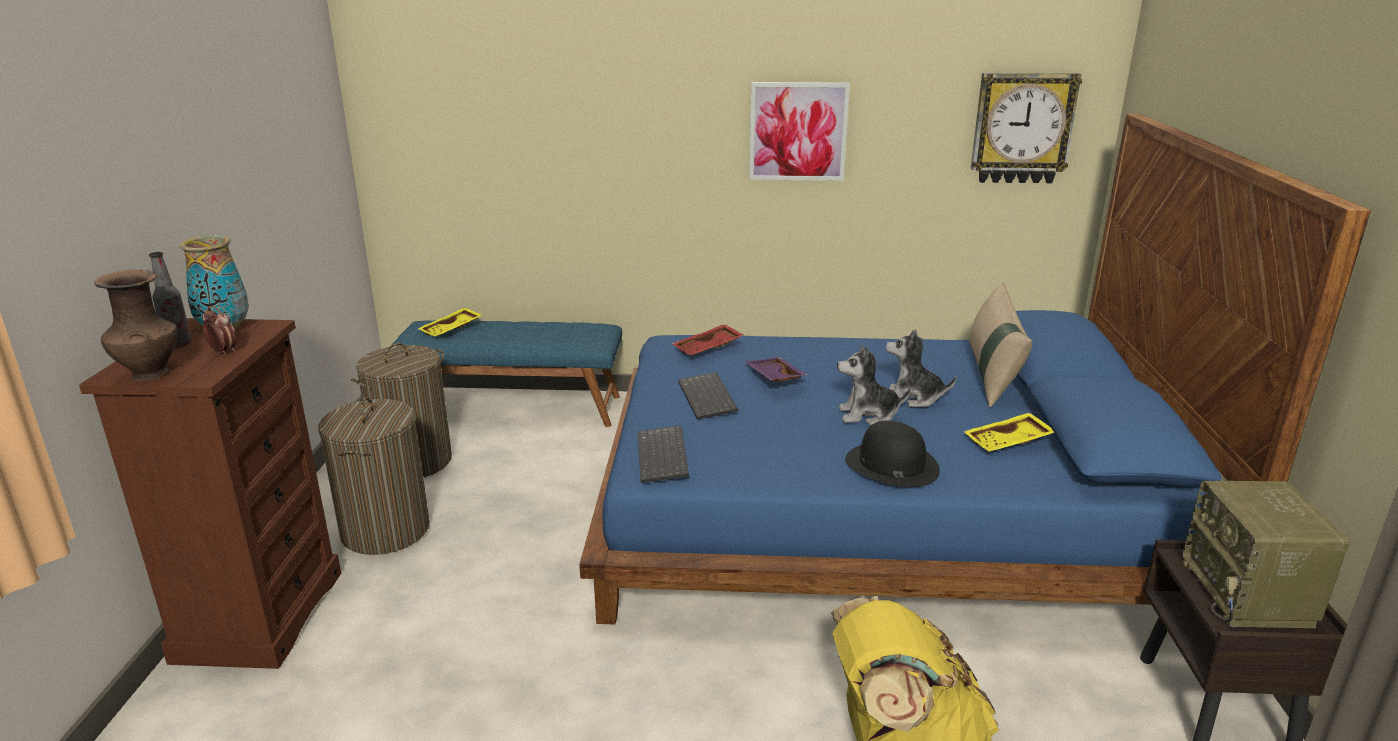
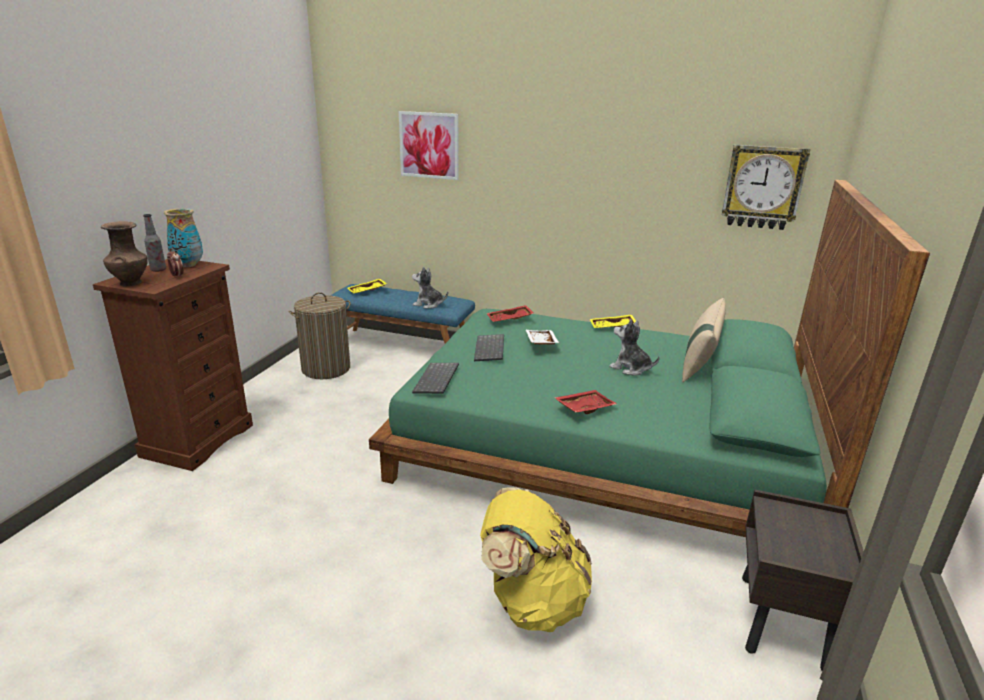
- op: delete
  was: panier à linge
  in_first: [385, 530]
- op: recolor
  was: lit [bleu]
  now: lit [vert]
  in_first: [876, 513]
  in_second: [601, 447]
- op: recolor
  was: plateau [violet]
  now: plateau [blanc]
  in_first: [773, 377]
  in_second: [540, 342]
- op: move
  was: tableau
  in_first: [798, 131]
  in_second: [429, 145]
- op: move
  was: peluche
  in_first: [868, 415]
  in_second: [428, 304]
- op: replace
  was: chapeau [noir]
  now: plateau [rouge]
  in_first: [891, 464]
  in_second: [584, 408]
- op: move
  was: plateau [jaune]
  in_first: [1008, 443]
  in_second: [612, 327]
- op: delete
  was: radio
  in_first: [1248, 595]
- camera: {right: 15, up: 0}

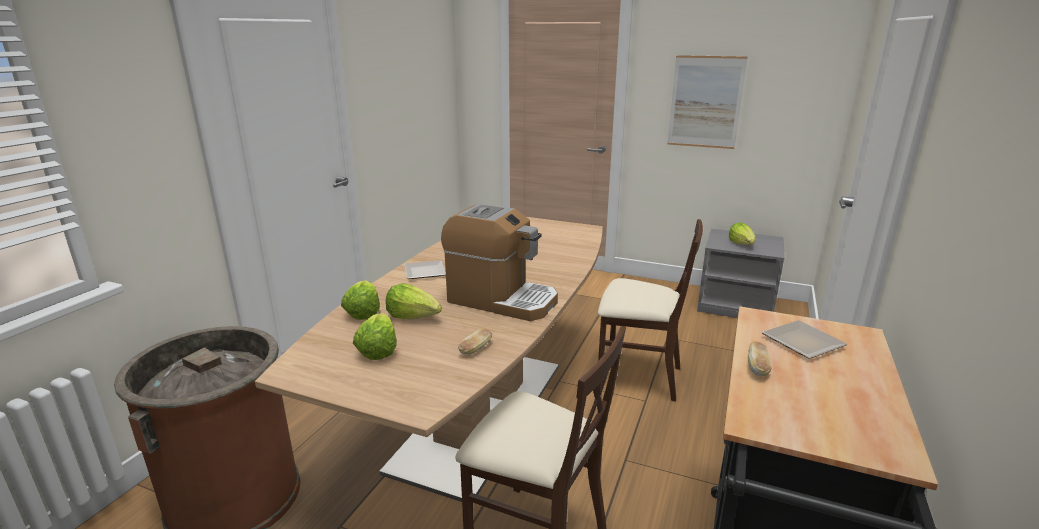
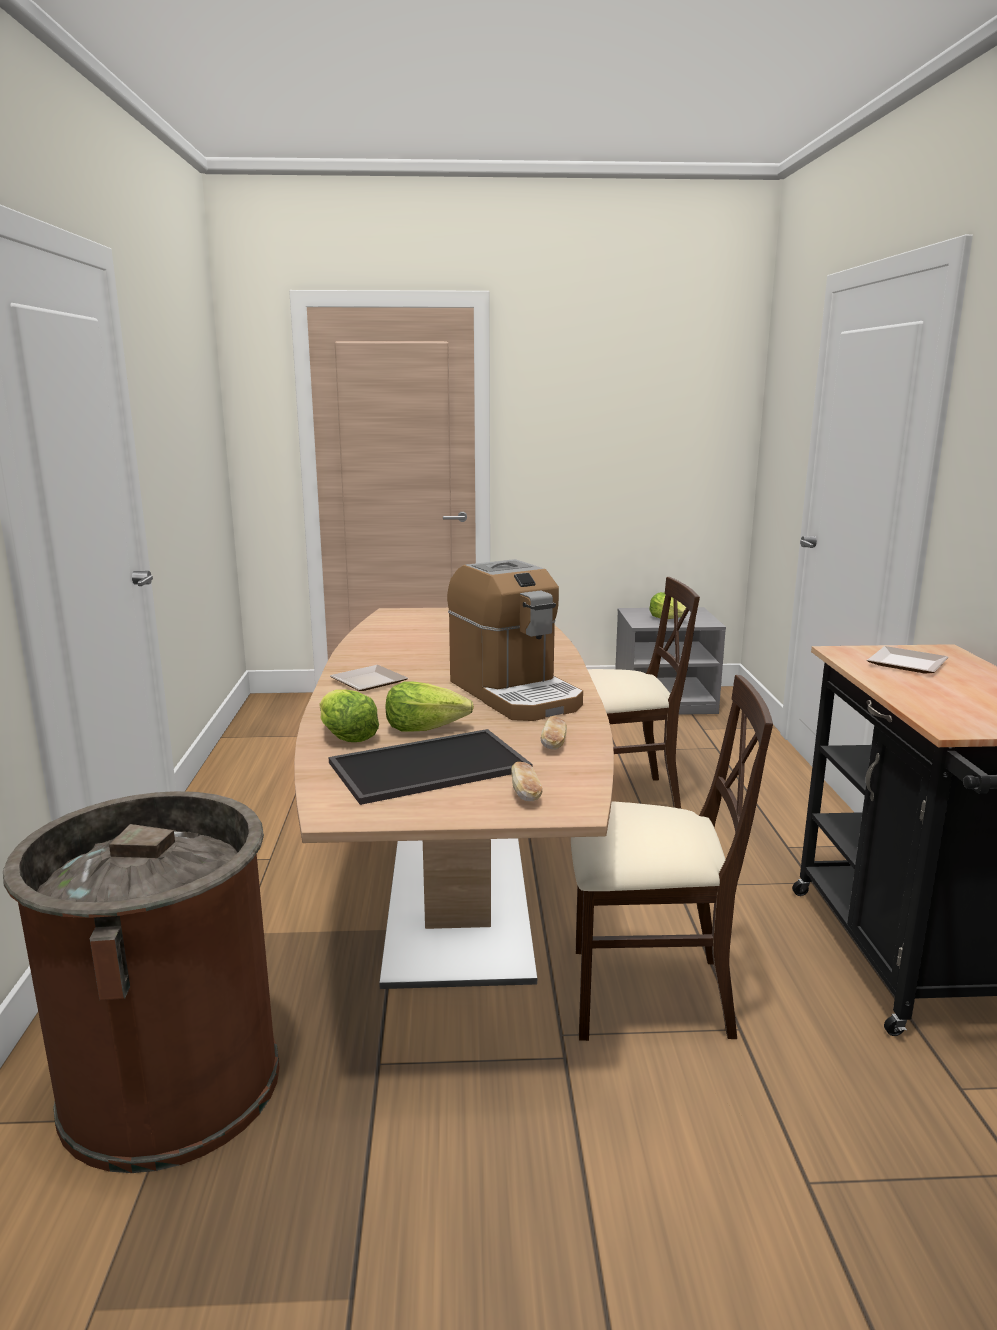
- op: replace
  was: laitue
  now: plateau
  in_first: [377, 349]
  in_second: [428, 768]
- op: rotate
  was: machine à café
  in_first: [501, 300]
  in_second: [514, 693]
  clockwise: 60
- op: delete
  was: tableau
  in_first: [705, 102]
- op: move
  was: pain
  in_first: [757, 368]
  in_second: [526, 794]
- camera: {right: -25, up: -5}

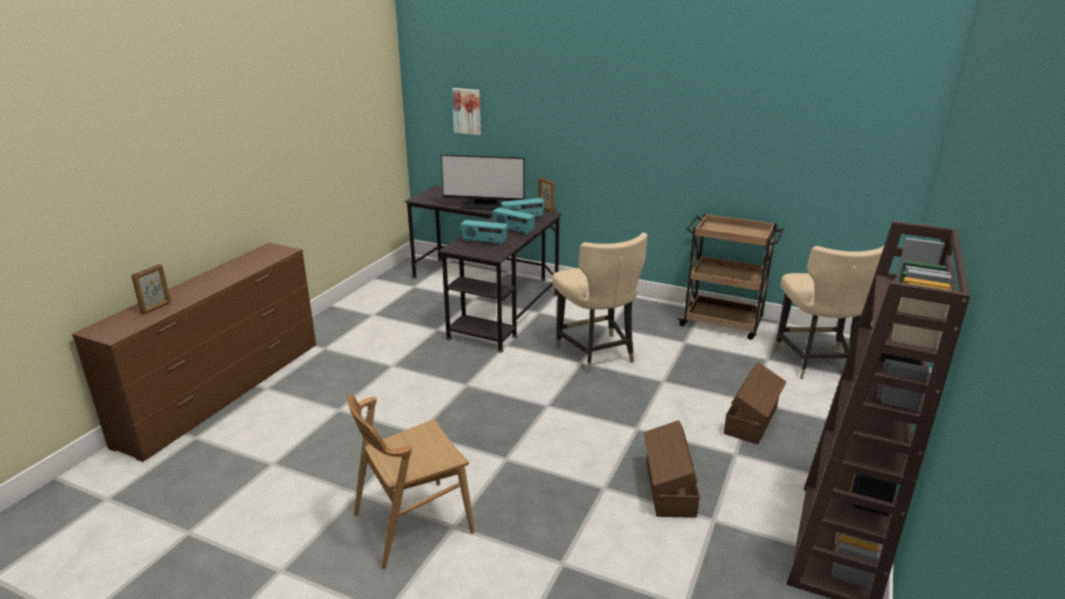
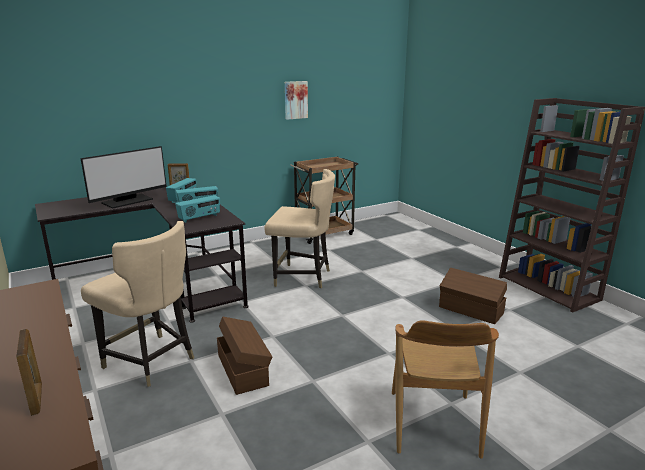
- op: move
  was: tableau
  in_first: [467, 111]
  in_second: [295, 100]
- op: move
  was: boîte de rangement [marron]
  in_first: [752, 420]
  in_second: [243, 369]
- op: move
  was: chaise [beige]
  in_first: [815, 363]
  in_second: [150, 361]
- camera: {right: -55, up: -5}

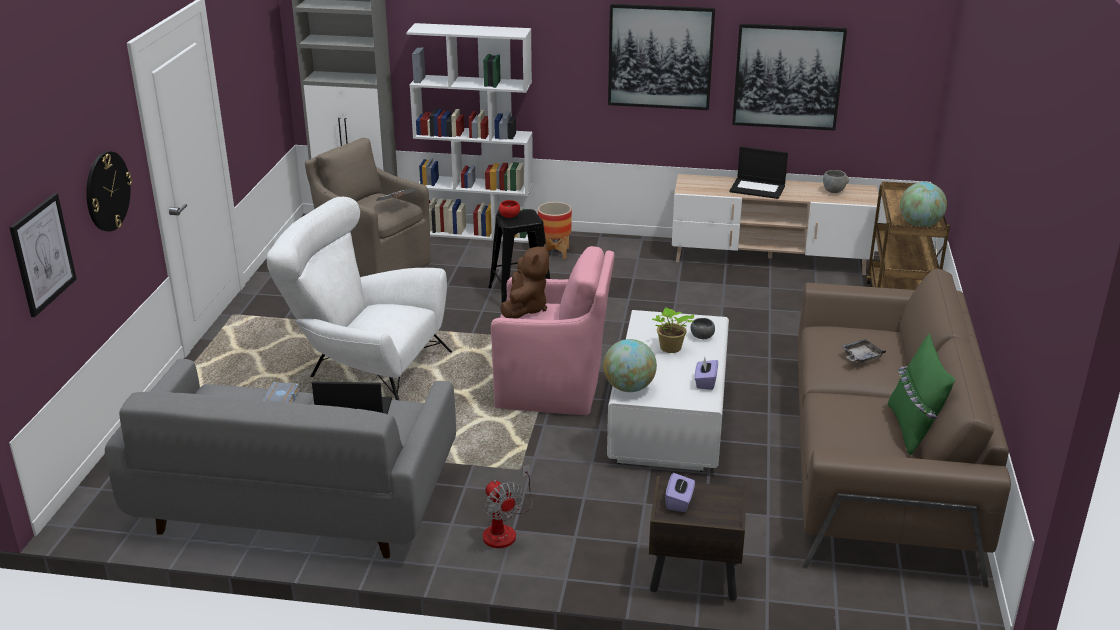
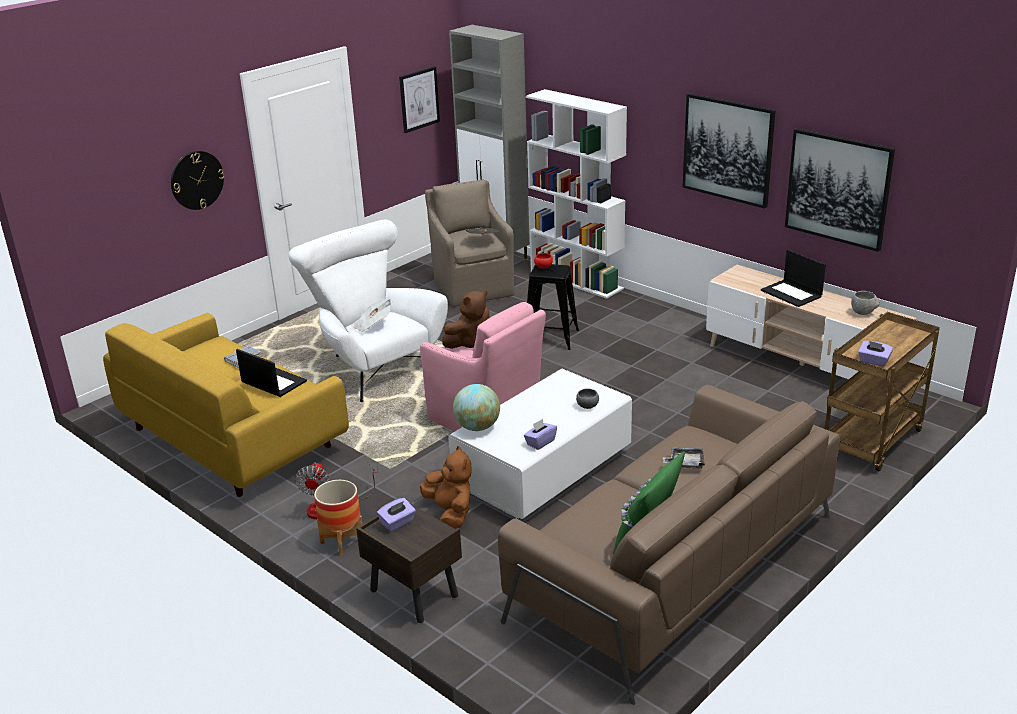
- op: move
  was: tableau
  in_first: [42, 254]
  in_second: [419, 99]
- op: recolor
  was: canapé [gris]
  now: canapé [jaune]
  in_first: [296, 500]
  in_second: [232, 437]
- op: move
  was: cache-pot
  in_first: [554, 252]
  in_second: [342, 541]
- op: delete
  was: plante en pot
  in_first: [670, 349]
- op: replace
  was: globe
  now: boîte à mouchoirs [violet]
  in_first: [920, 225]
  in_second: [873, 361]
- op: insert
  now: journal
  in_second: [373, 325]
- op: insert
  now: peluche [marron]
  in_second: [450, 513]
- camera: {right: 35, up: 0}

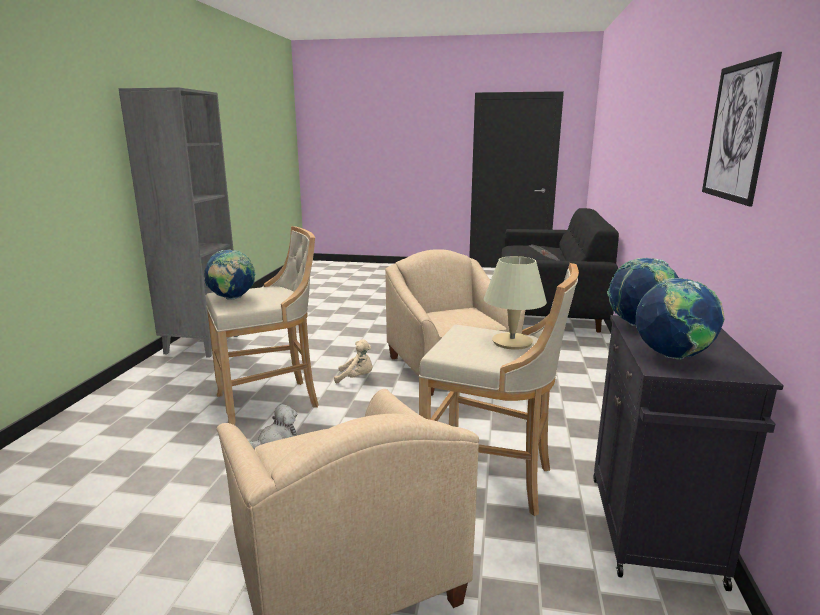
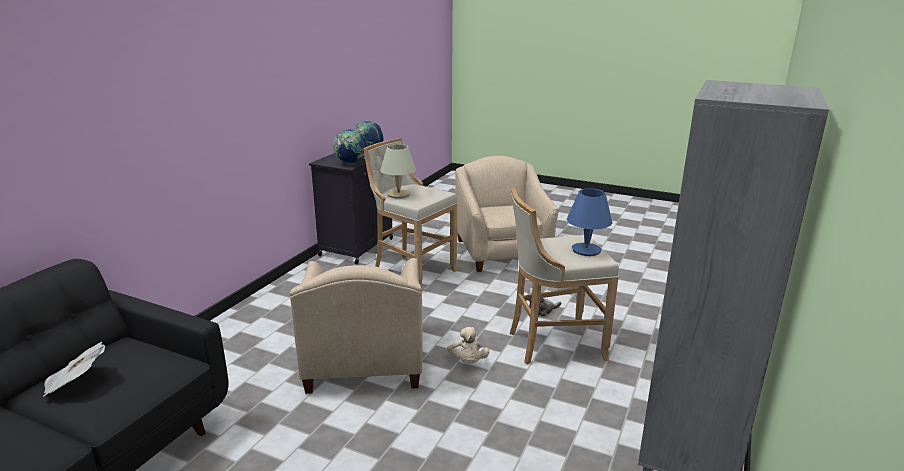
- op: replace
  was: globe
  now: lampe de table [bleu]
  in_first: [232, 299]
  in_second: [586, 250]
- op: rotate
  was: peluche [beige]
  in_first: [356, 378]
  in_second: [467, 362]
  clockwise: -120
- op: delete
  was: tableau
  in_first: [737, 132]
- camera: {right: -165, up: 5}

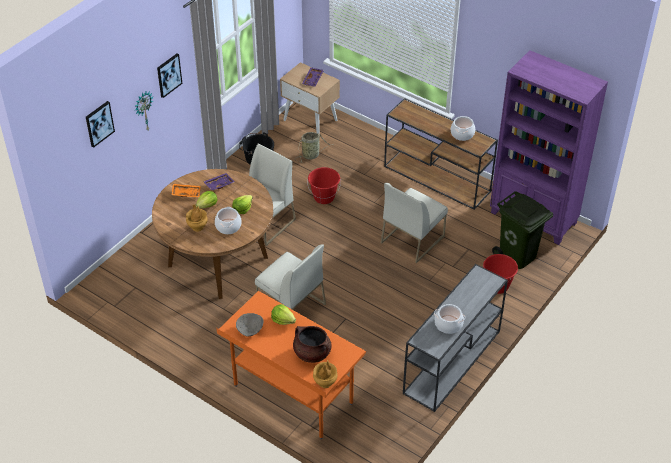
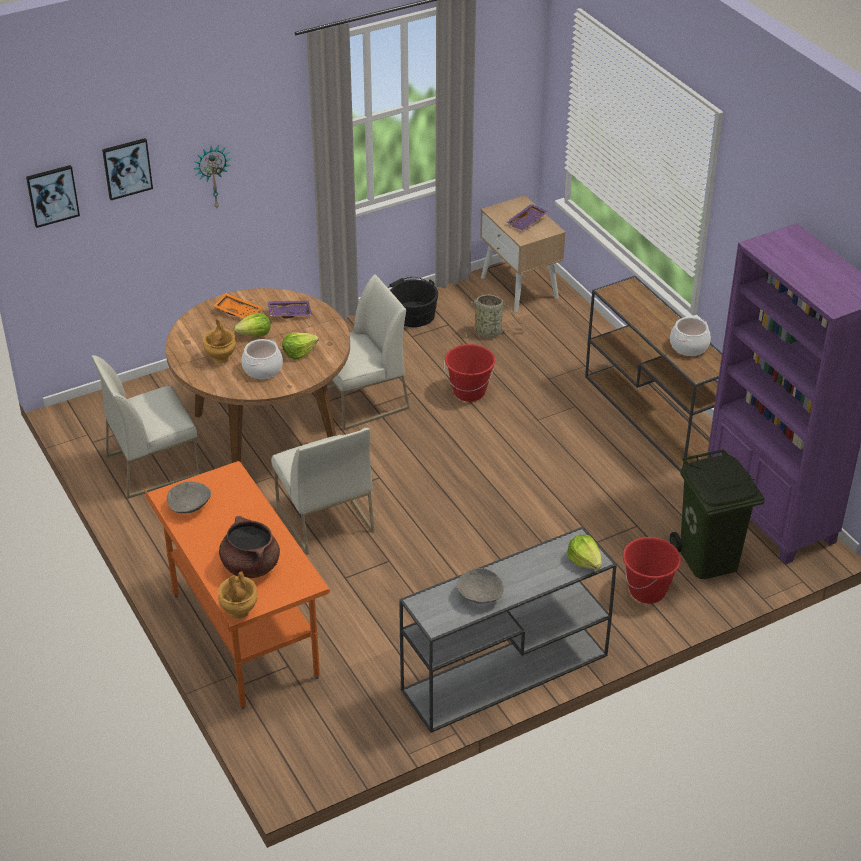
- op: move
  was: tableau
  in_first: [168, 75]
  in_second: [52, 195]
- op: move
  was: laitue
  in_first: [283, 320]
  in_second: [585, 561]
- op: move
  was: chaise [blanc]
  in_first: [412, 239]
  in_second: [153, 465]
- op: replace
  was: marmite
  now: bol [gris]
  in_first: [448, 324]
  in_second: [480, 596]
- camera: {right: 25, up: -5}

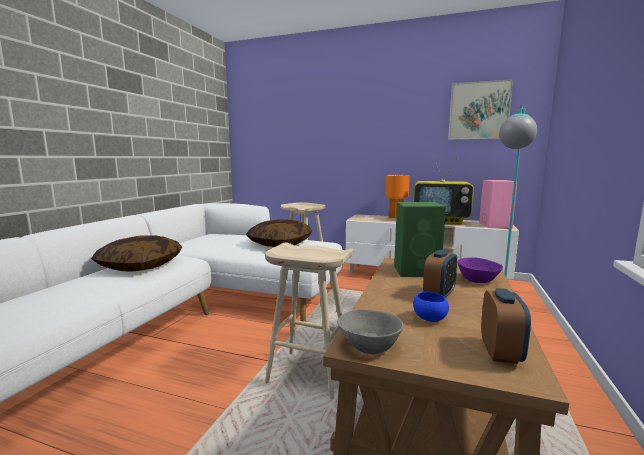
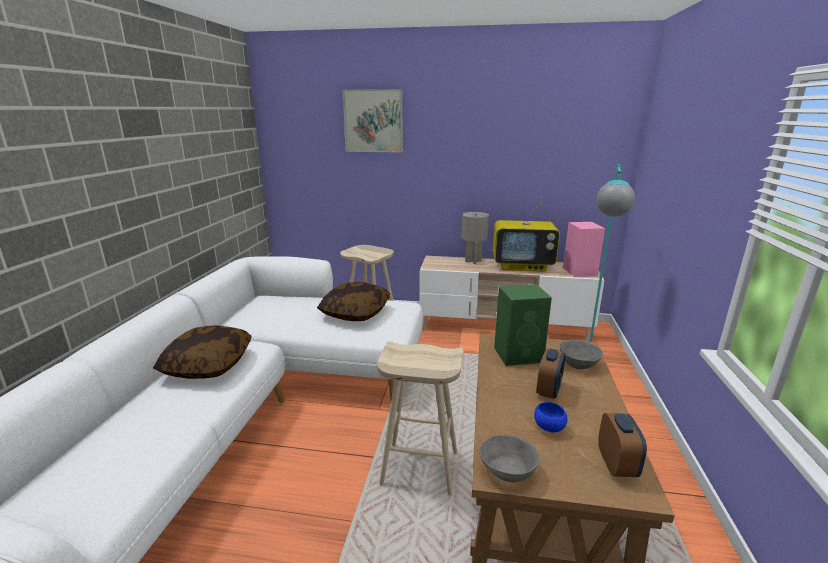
- op: recolor
  was: lampe de table [orange]
  now: lampe de table [gris]
  in_first: [395, 218]
  in_second: [473, 261]
- op: move
  was: tableau
  in_first: [479, 111]
  in_second: [373, 121]
- op: recolor
  was: bol [violet]
  now: bol [gris]
  in_first: [478, 280]
  in_second: [578, 364]
- camera: {right: -10, up: 10}

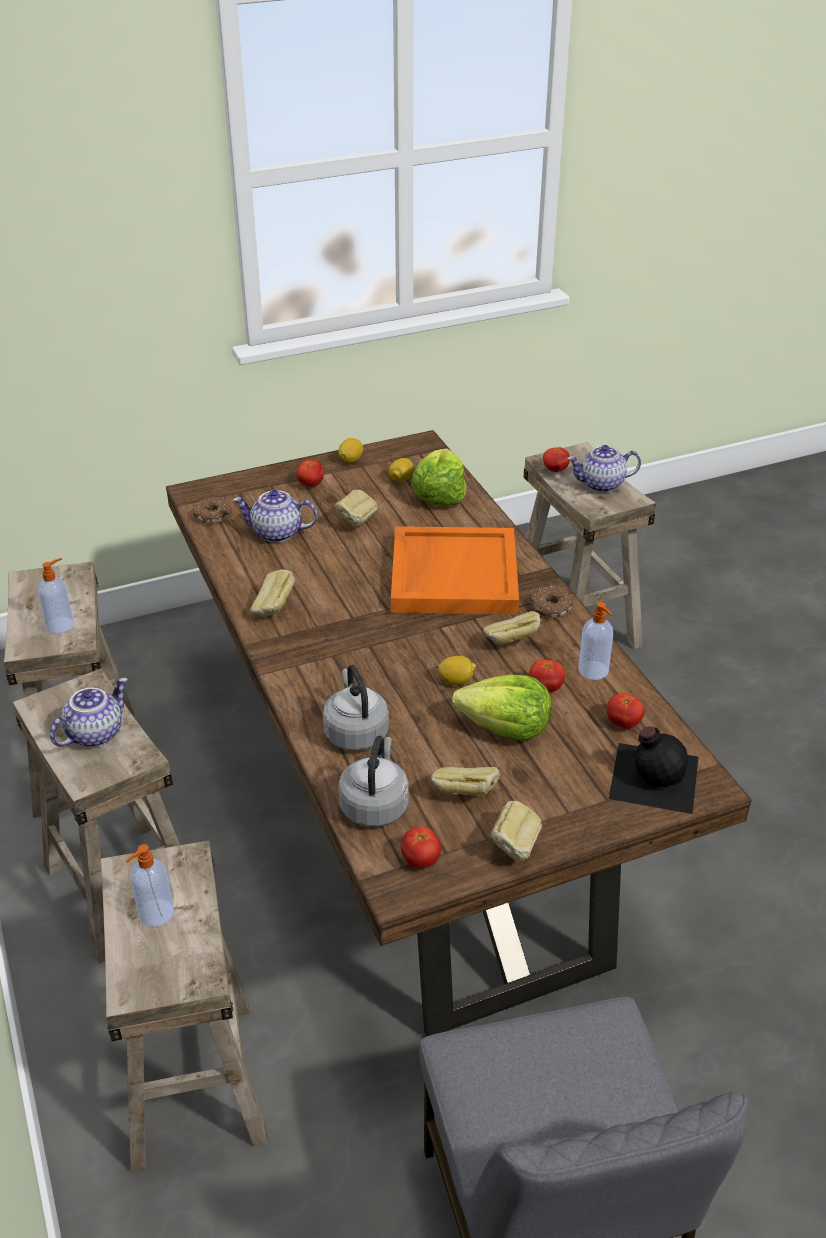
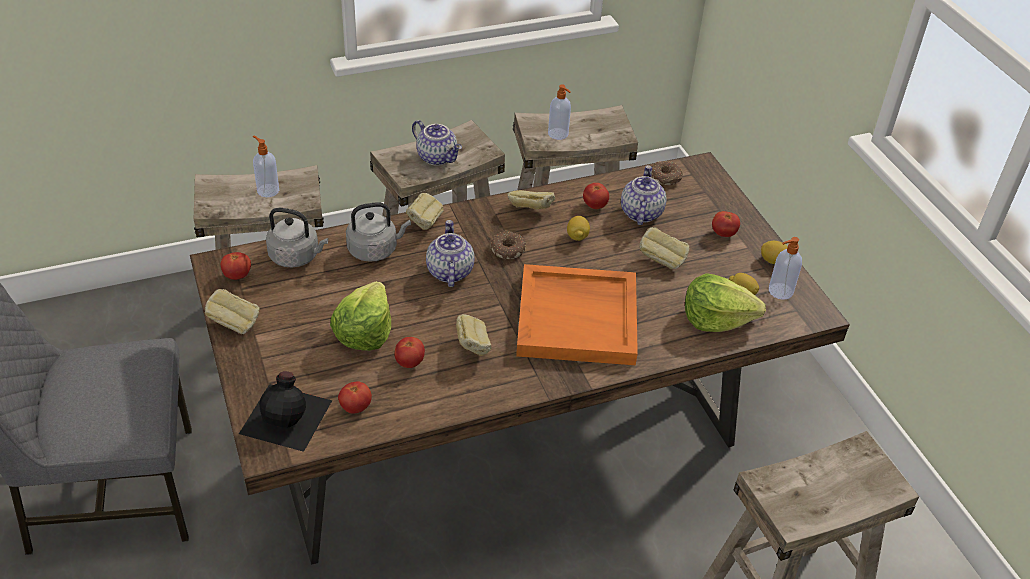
- op: move
  was: pain
  in_first: [464, 796]
  in_second: [425, 223]
- op: move
  was: citron
  in_first: [456, 681]
  in_second: [577, 236]
- op: move
  was: beignet
  in_first: [550, 608]
  in_second: [507, 249]
- op: move
  was: tomate
  in_first: [555, 470]
  in_second: [595, 205]
- op: move
  was: théière
  in_first: [601, 484]
  in_second: [449, 271]
- op: move
  was: distributeur de savon
  in_first: [594, 671]
  in_second: [779, 291]
- camera: {right: 90, up: 5}

